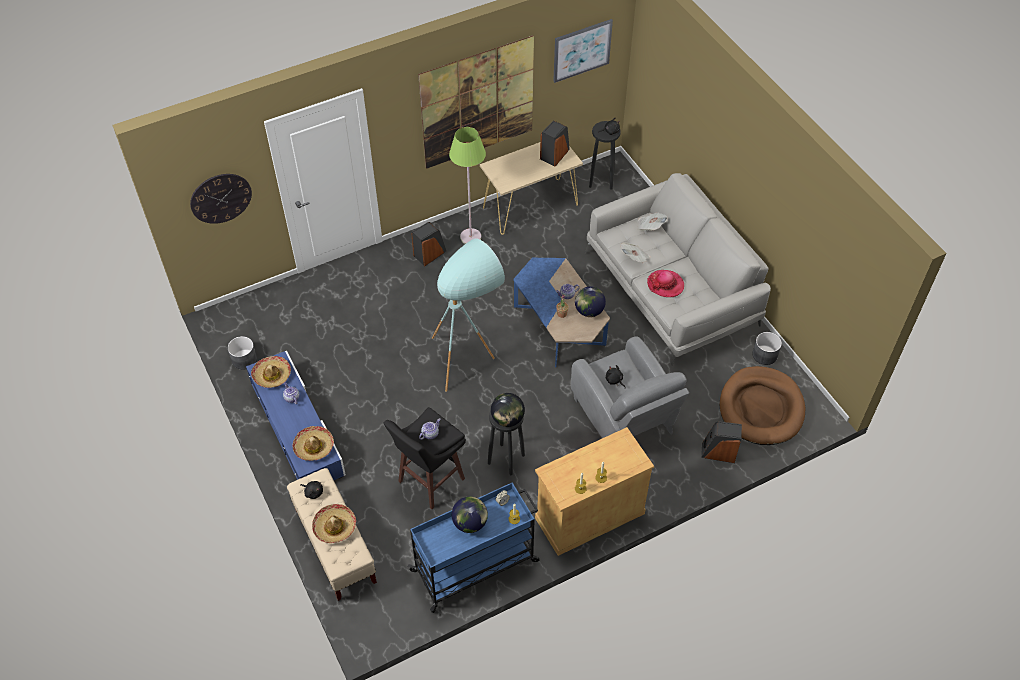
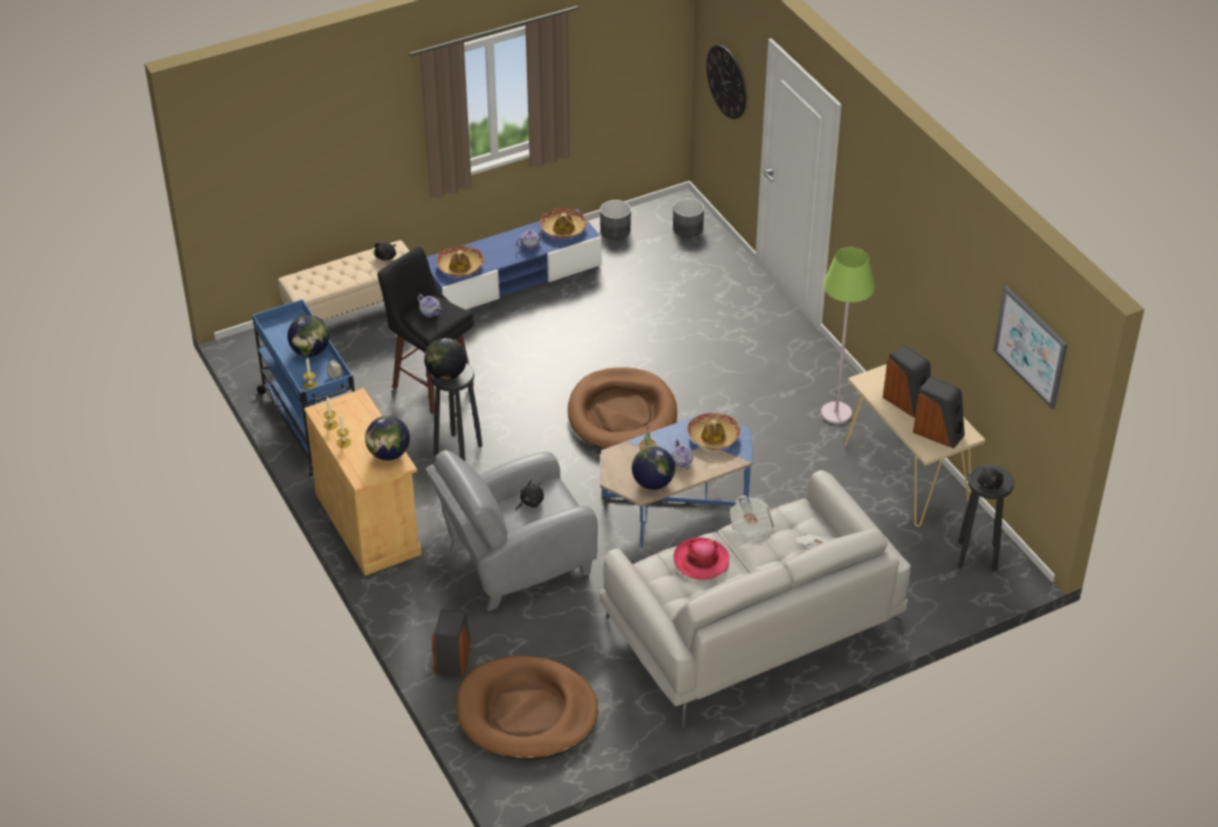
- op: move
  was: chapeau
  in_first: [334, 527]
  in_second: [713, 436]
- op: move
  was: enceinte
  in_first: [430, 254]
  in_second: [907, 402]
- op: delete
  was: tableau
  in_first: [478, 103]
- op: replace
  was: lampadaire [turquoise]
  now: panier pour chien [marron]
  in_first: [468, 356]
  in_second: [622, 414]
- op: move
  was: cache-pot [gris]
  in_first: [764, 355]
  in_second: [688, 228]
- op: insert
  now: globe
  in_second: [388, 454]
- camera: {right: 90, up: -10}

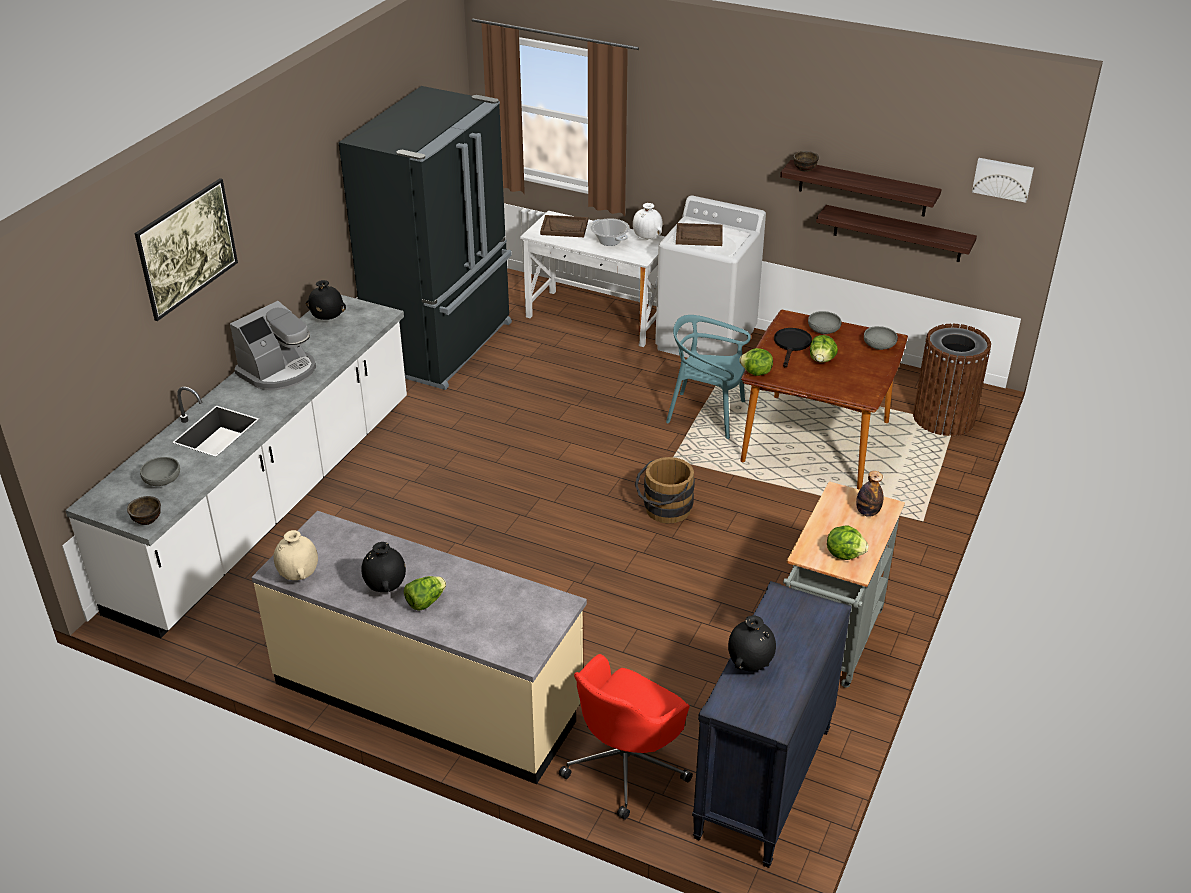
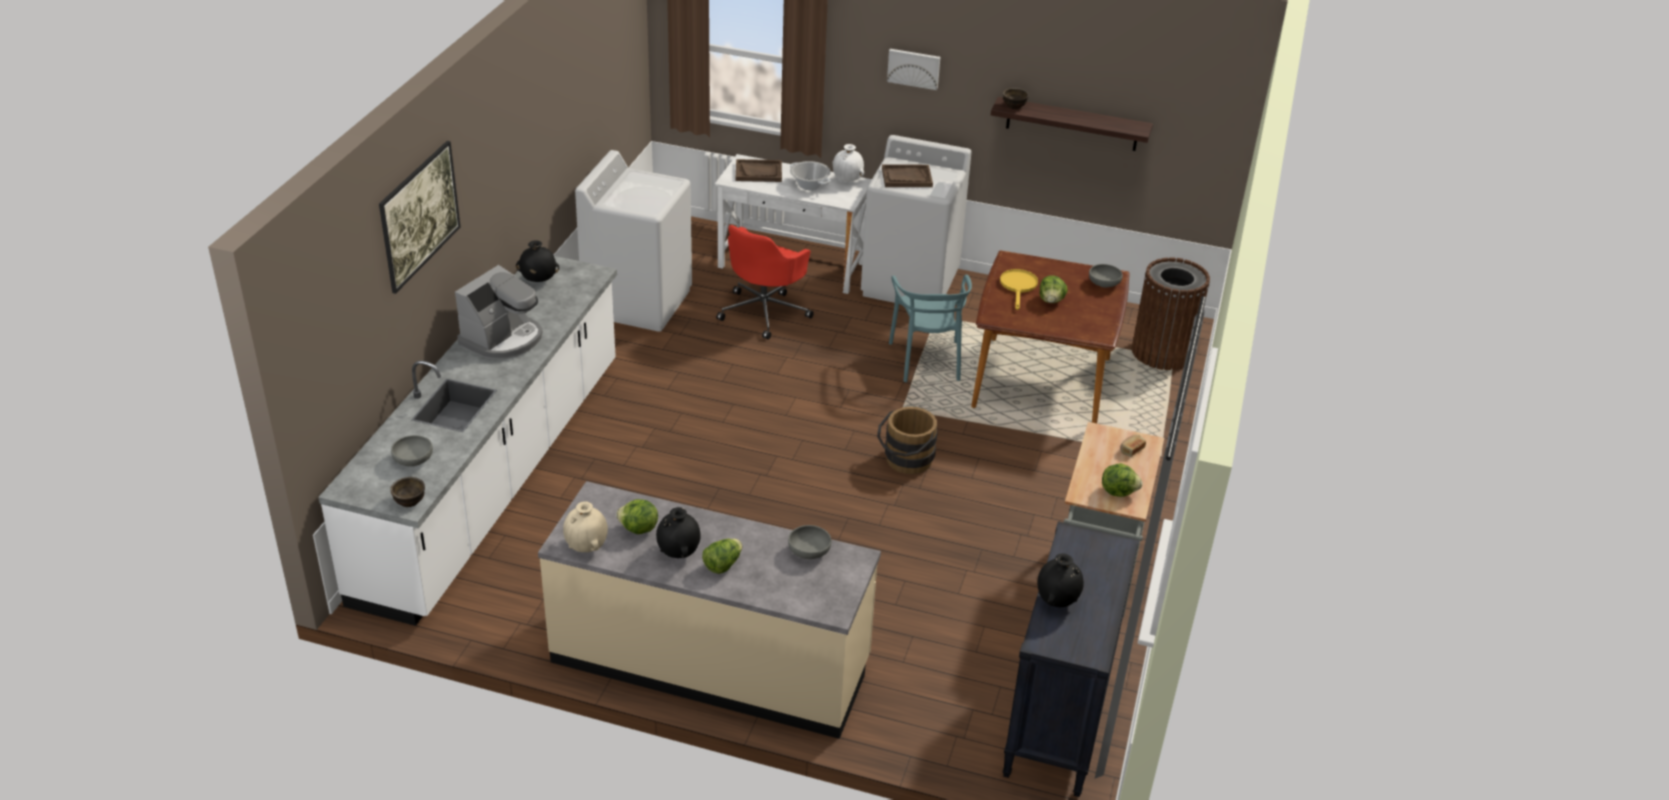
- op: replace
  was: réfrigérateur [noir]
  now: lave-linge [blanc]
  in_first: [444, 345]
  in_second: [638, 302]
- op: move
  was: chaise de bureau [rouge]
  in_first: [626, 765]
  in_second: [764, 312]
- op: rotate
  was: chaise [turquoise]
  in_first: [706, 414]
  in_second: [927, 361]
  clockwise: -105
- op: move
  was: laitue
  in_first: [756, 373]
  in_second: [638, 529]
- op: recolor
  was: poêle [noir]
  now: poêle [jaune]
  in_first: [792, 345]
  in_second: [1018, 287]
- op: move
  was: bol [gris]
  in_first: [823, 330]
  in_second: [809, 551]
- op: delete
  was: étagère
  in_first: [897, 233]
- op: replace
  was: bouteille
  now: pain
  in_first: [867, 512]
  in_second: [1131, 450]
- op: move
  was: tableau
  in_first: [1003, 179]
  in_second: [914, 68]
- camera: {right: -10, up: 0}

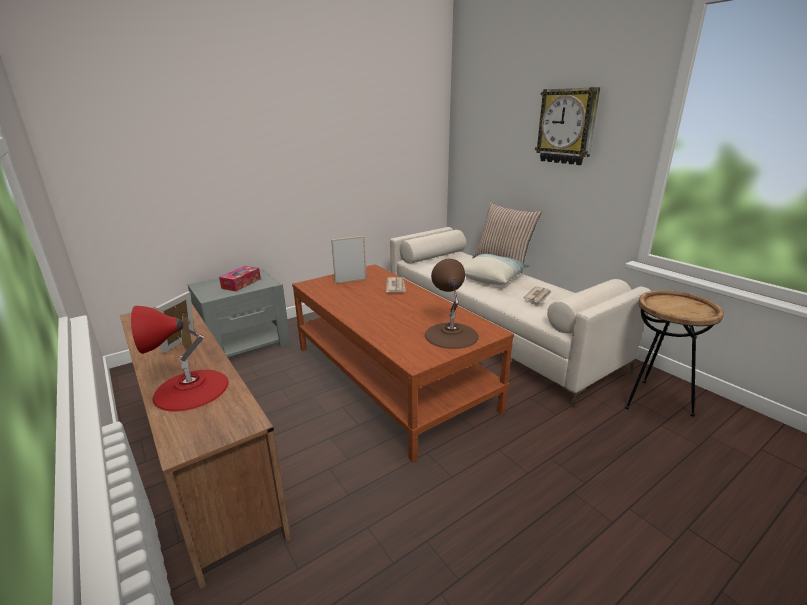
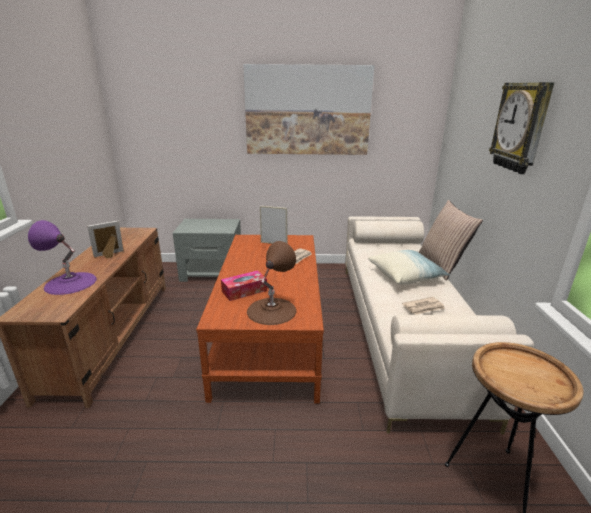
- op: recolor
  was: lampe de table [rouge]
  now: lampe de table [violet]
  in_first: [191, 389]
  in_second: [70, 283]
- op: move
  was: boîte à mouchoirs
  in_first: [241, 283]
  in_second: [244, 291]
- op: insert
  now: tableau
  in_second: [307, 111]
- camera: {right: 35, up: 0}

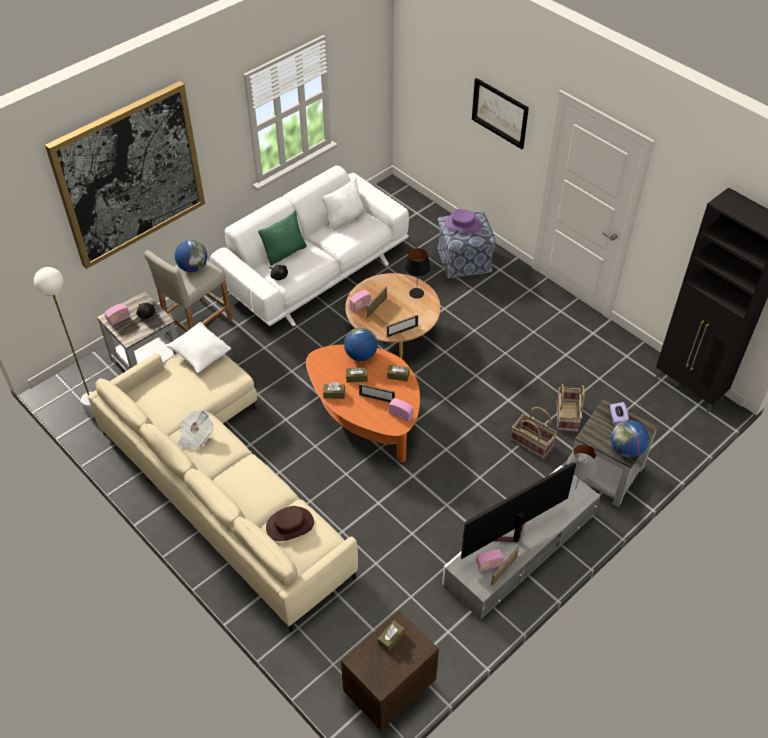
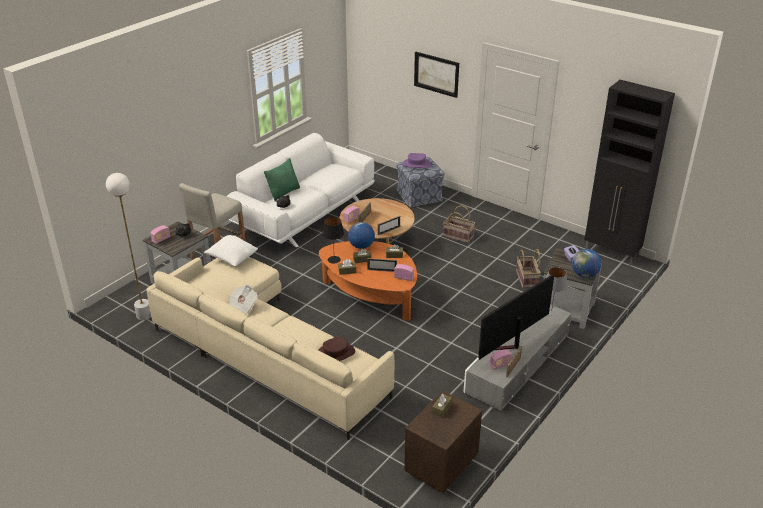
- op: delete
  was: tableau
  in_first: [129, 175]
- op: delete
  was: globe
  in_first: [193, 267]
- op: delete
  was: coussin [blanc]
  in_first: [345, 218]
- op: move
  was: lampe de table [noir]
  in_first: [416, 293]
  in_second: [333, 259]
- op: move
  was: panier
  in_first: [532, 443]
  in_second: [458, 236]
- camera: {right: -10, up: -15}

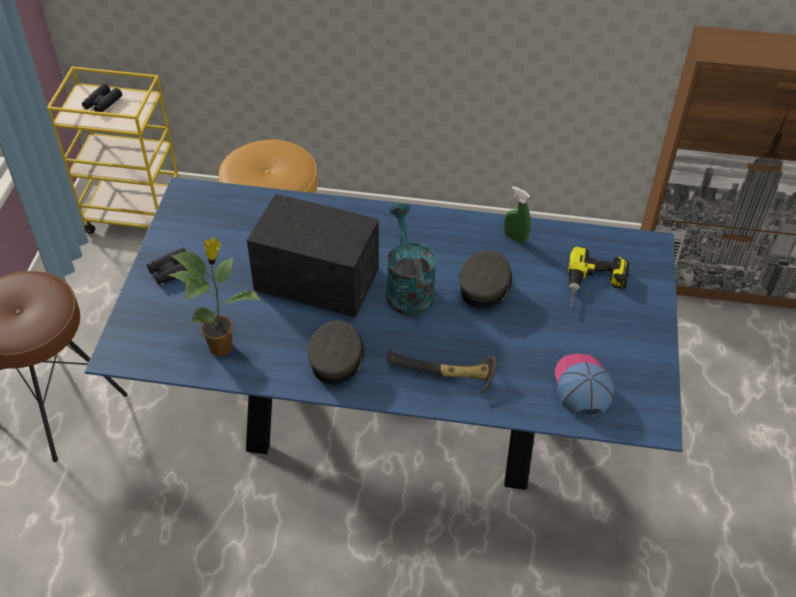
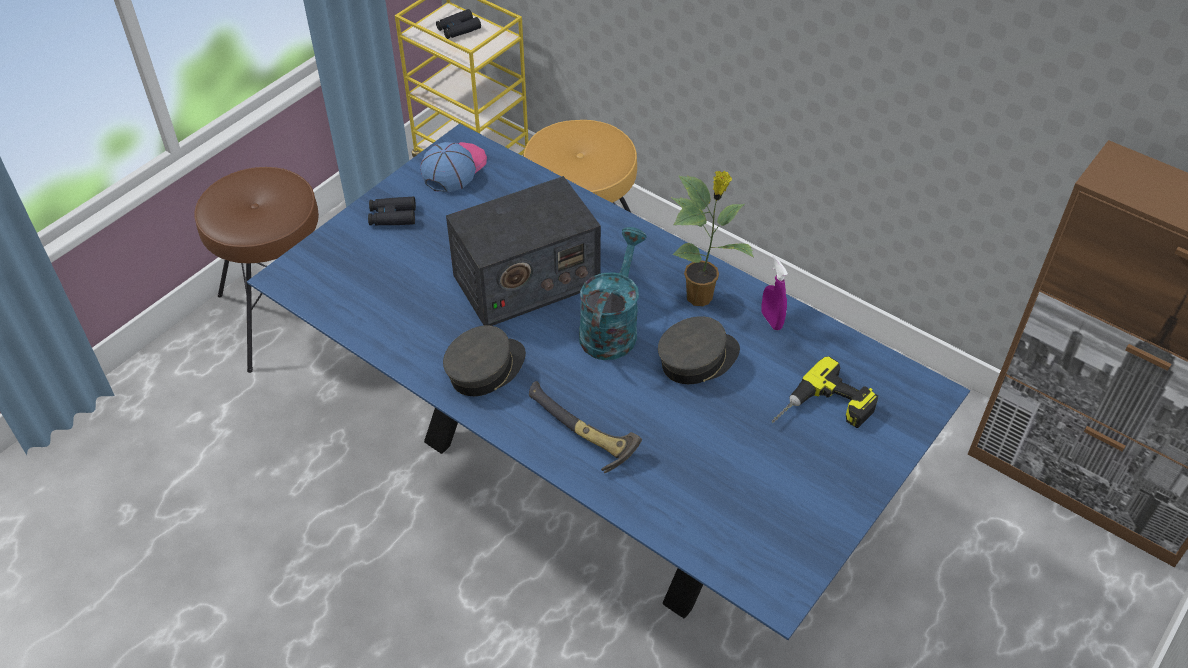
- op: move
  was: plante en pot
  in_first: [222, 346]
  in_second: [701, 297]
- op: rotate
  was: radio
  in_first: [317, 279]
  in_second: [525, 281]
  clockwise: 105
- op: recolor
  was: vaporisateur [vert]
  now: vaporisateur [violet]
  in_first: [515, 238]
  in_second: [771, 320]
- op: move
  was: casquette
  in_first: [582, 386]
  in_second: [454, 168]
- camera: {right: 30, up: 0}

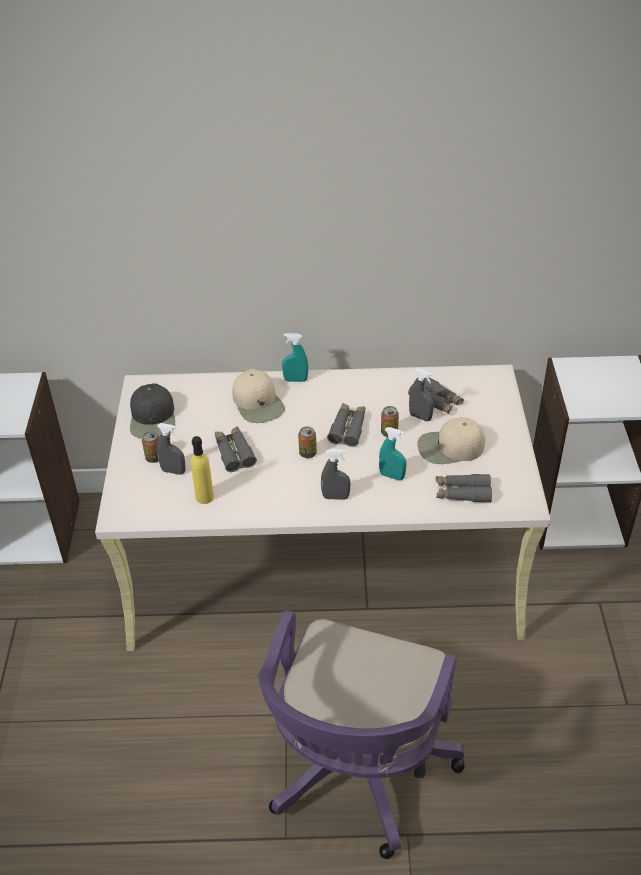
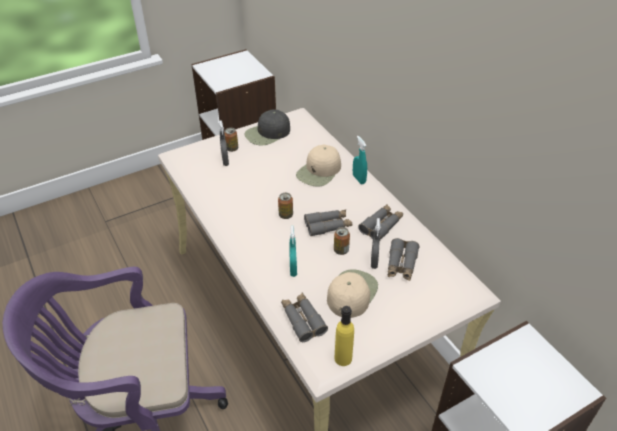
- op: move
  was: bouteille [jaune]
  in_first: [204, 497]
  in_second: [343, 358]
- op: move
  was: jumelles [gris]
  in_first: [234, 453]
  in_second: [381, 226]
- op: delete
  was: vaporisateur [gris]
  in_first: [335, 497]
- op: rotate
  was: casquette [beige]
  in_first: [450, 447]
  in_second: [351, 293]
  clockwise: 60
- camera: {right: 60, up: 0}

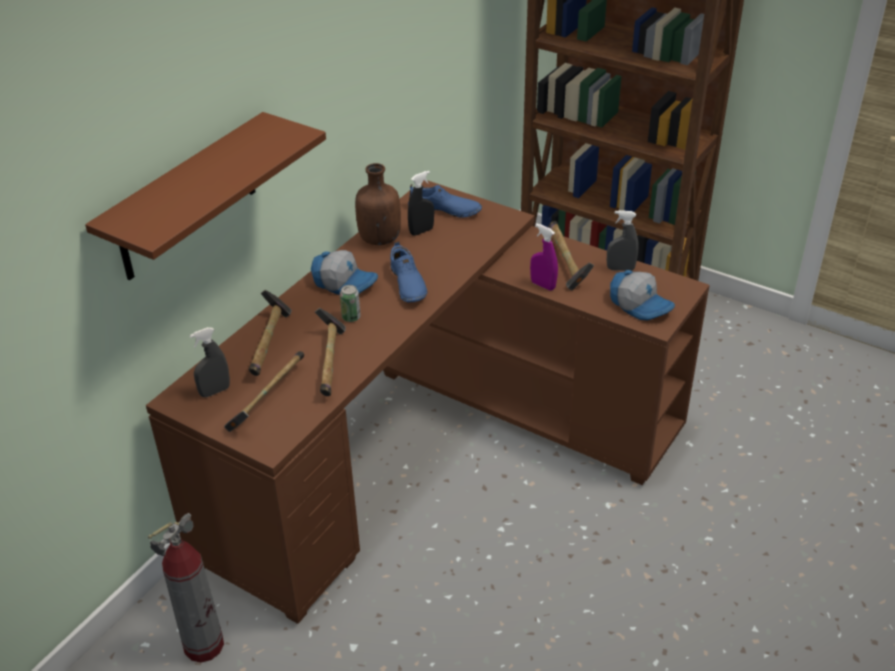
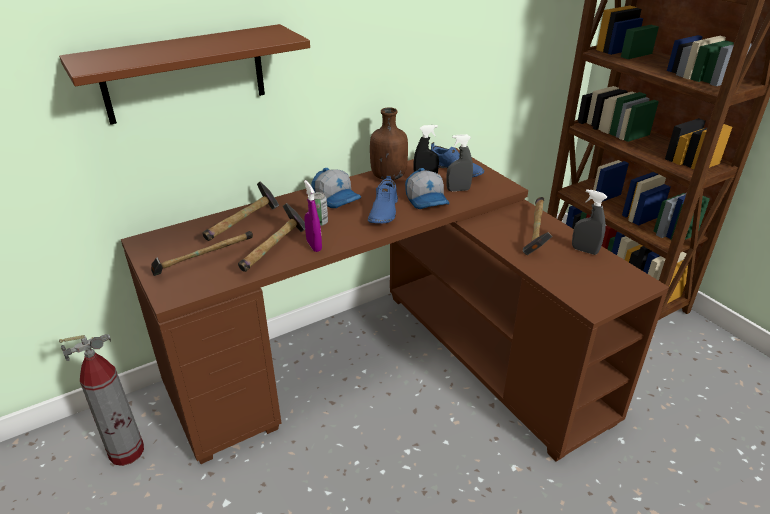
- op: move
  was: vaporisateur [gris]
  in_first: [215, 391]
  in_second: [458, 190]
- op: move
  was: vaporisateur [violet]
  in_first: [543, 285]
  in_second: [314, 246]
- op: move
  was: casquette
  in_first: [640, 304]
  in_second: [427, 200]
- camera: {right: 25, up: -5}

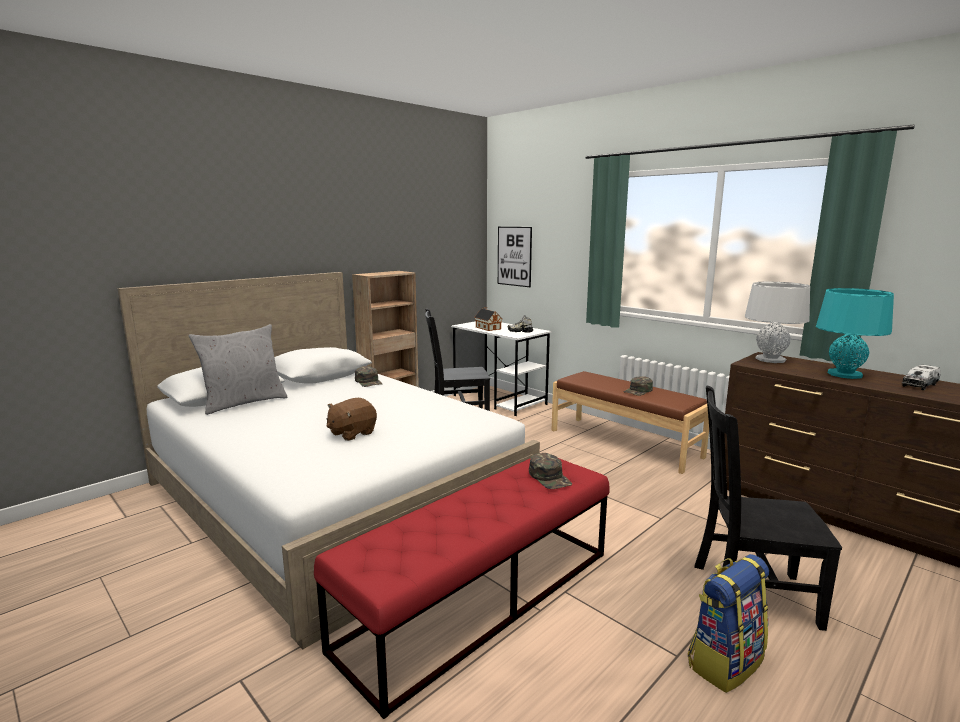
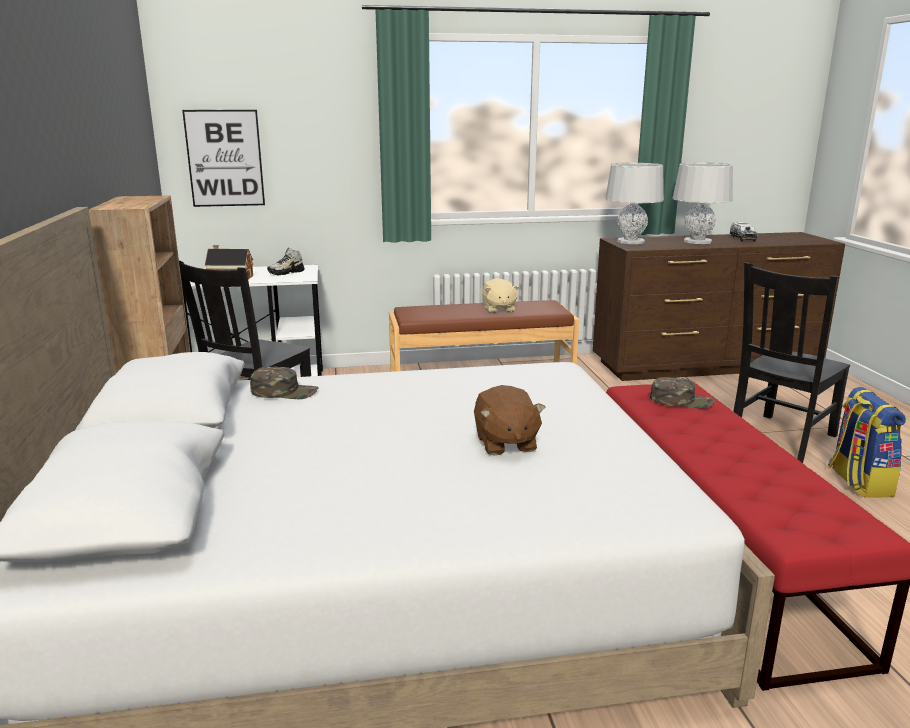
- op: delete
  was: coussin [gris]
  in_first: [244, 403]
- op: replace
  was: casquette [vert]
  now: peluche [beige]
  in_first: [638, 391]
  in_second: [498, 309]
- op: recolor
  was: lampe de table [turquoise]
  now: lampe de table [gris]
  in_first: [844, 374]
  in_second: [697, 241]
- camera: {right: -55, up: 5}

